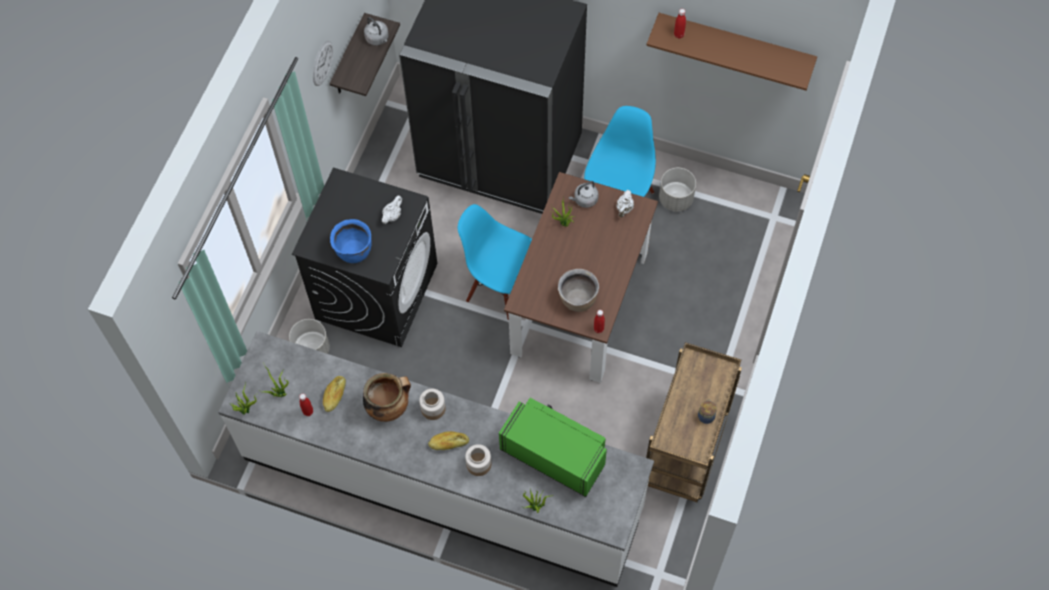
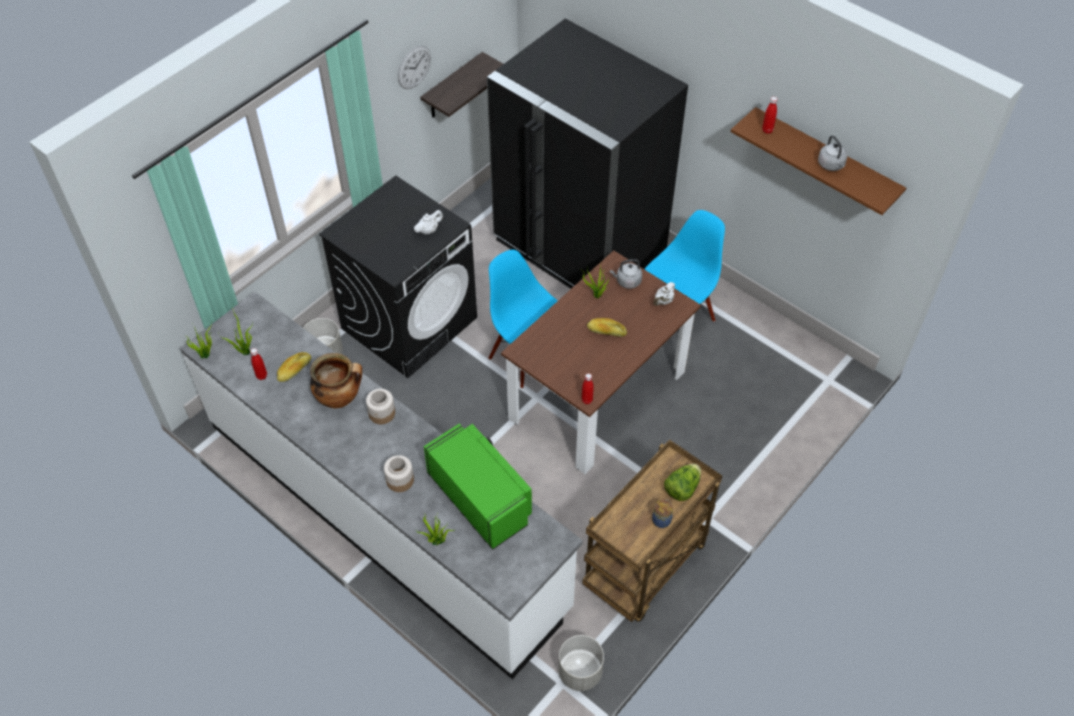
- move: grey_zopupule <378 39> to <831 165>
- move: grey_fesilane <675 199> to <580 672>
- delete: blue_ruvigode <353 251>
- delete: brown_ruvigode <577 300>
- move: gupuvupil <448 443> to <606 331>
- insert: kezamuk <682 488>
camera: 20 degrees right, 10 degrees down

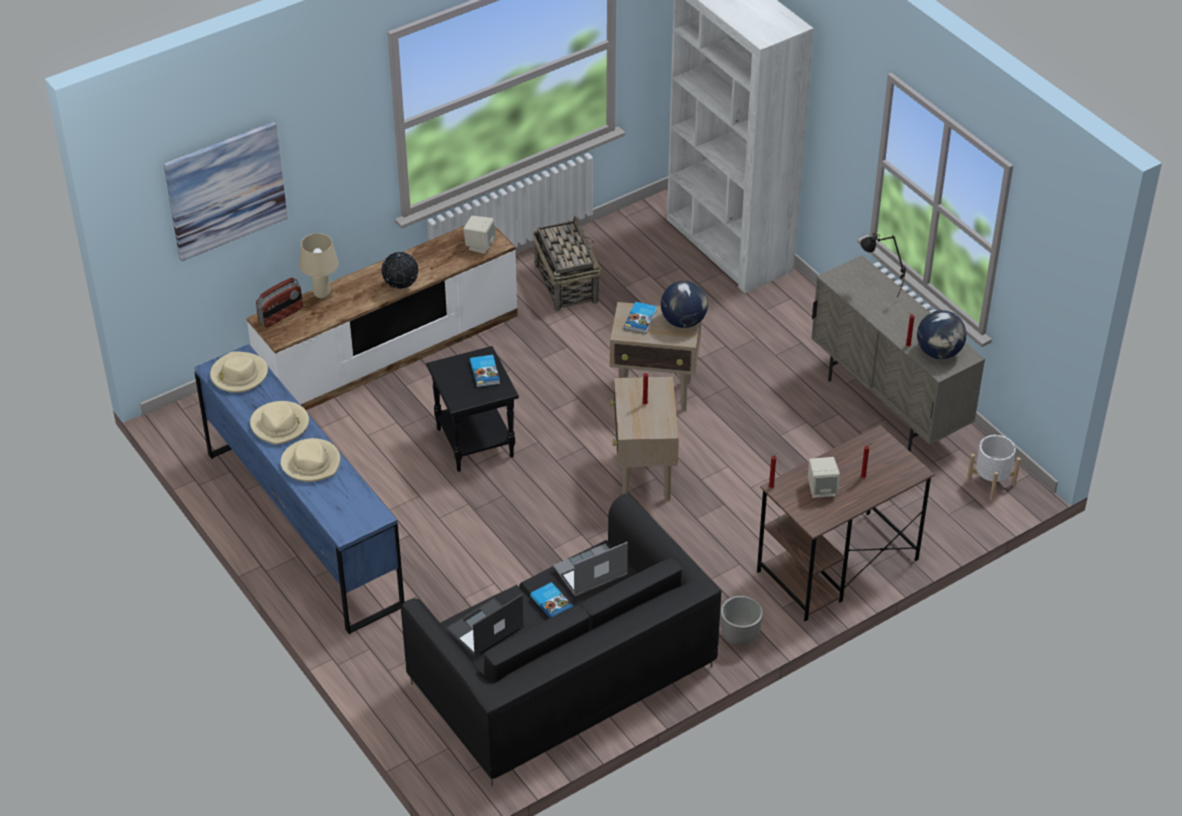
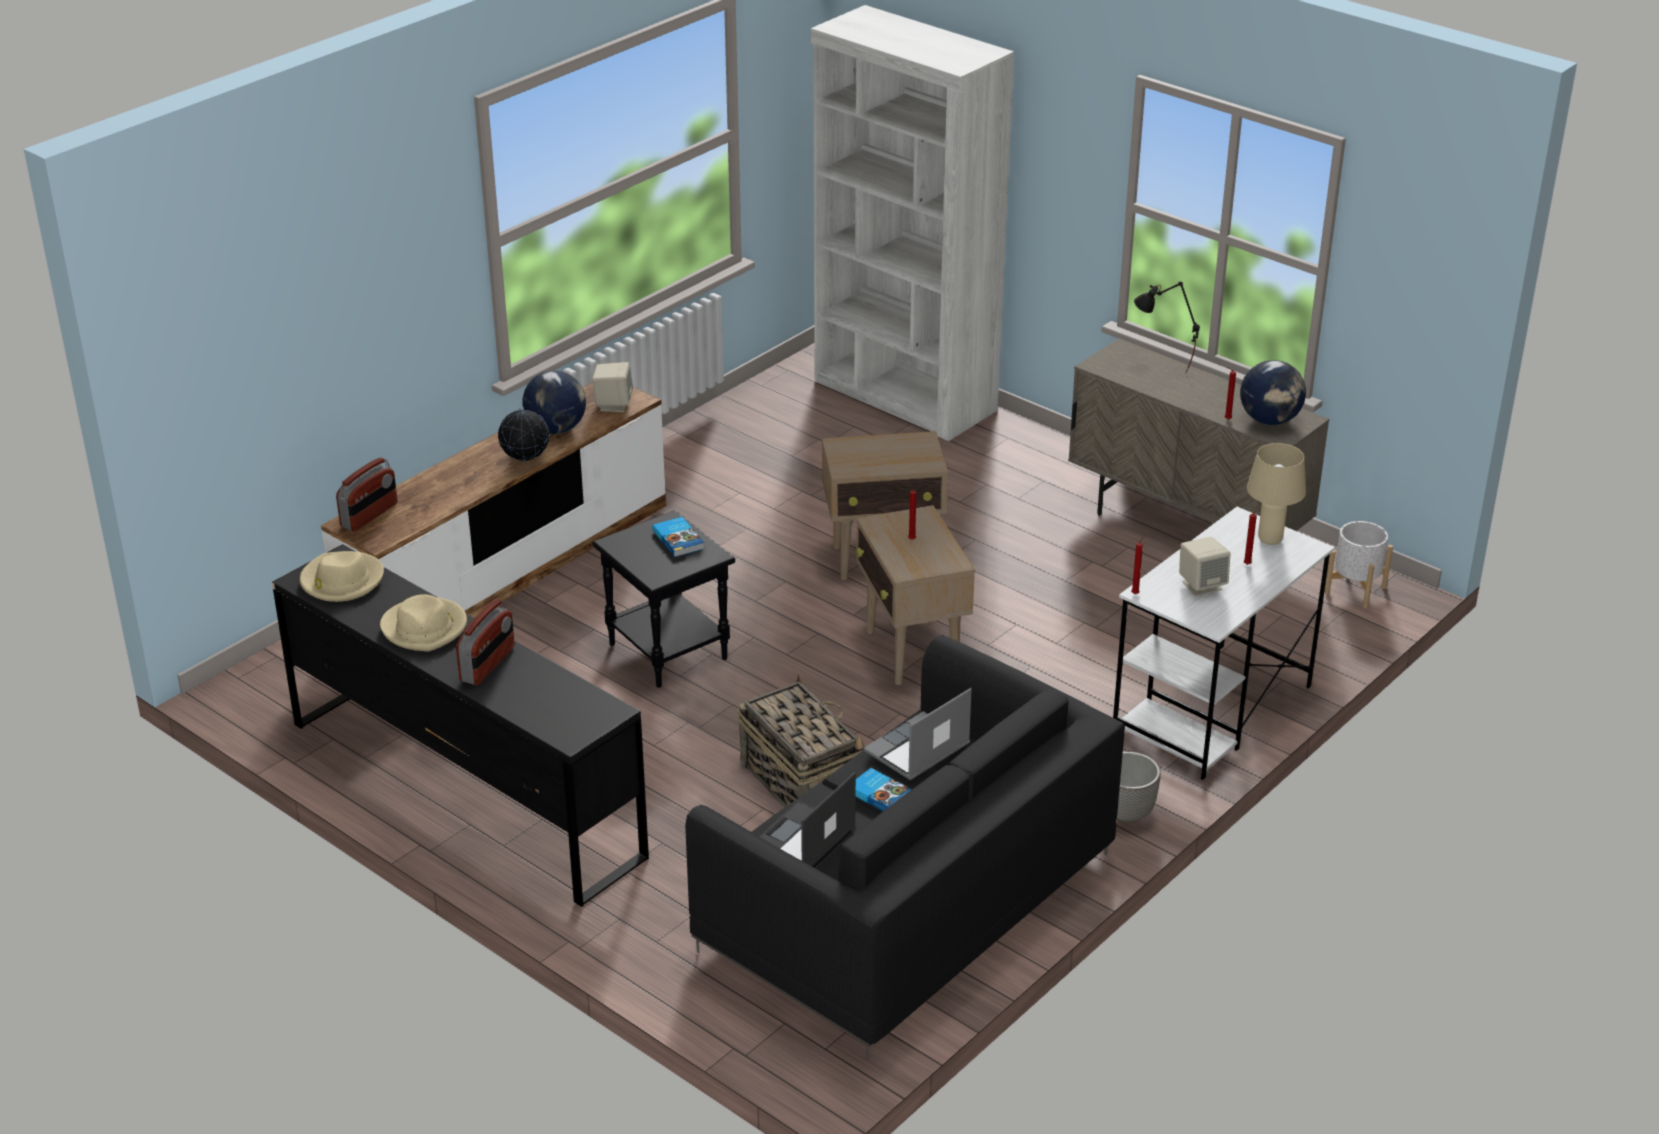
- delete: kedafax <226 190>
- move: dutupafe <566 283> to <800 784>
- move: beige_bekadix <322 294> to <1269 539>
- move: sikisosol <684 321> to <556 429>
- delete: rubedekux <641 319>
- recolor: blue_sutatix <303 528> to black_sutatix <466 788>
- recolor: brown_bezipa <836 566> to white_bezipa <1211 711>
- replace: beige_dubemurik <311 463> to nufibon <488 664>
camera: 15 degrees left, 10 degrees down

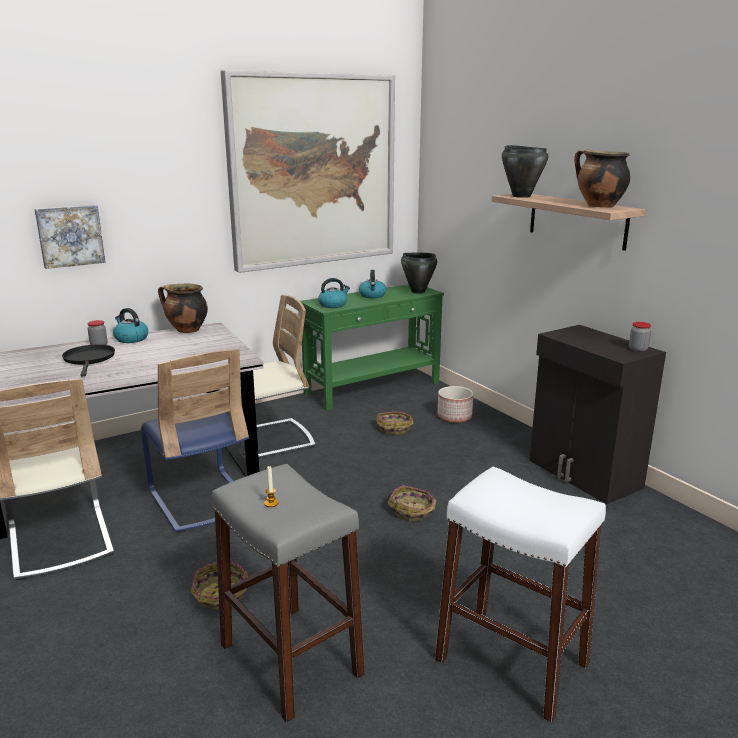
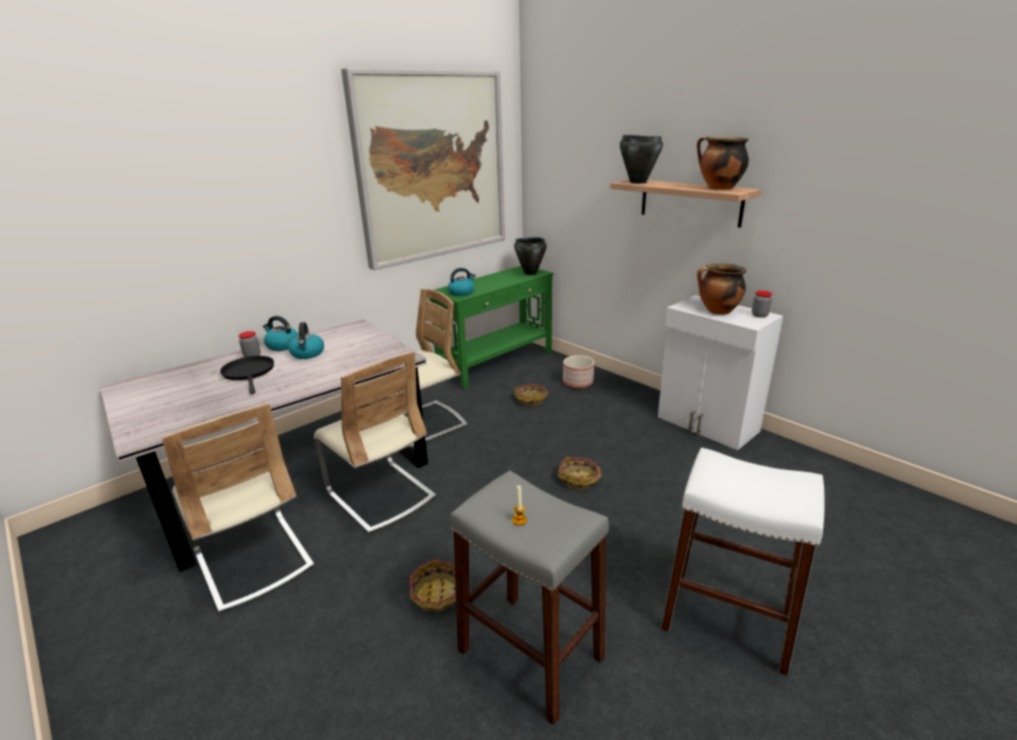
- delete: kedafax <70 236>
- move: zopupule <372 295> to <308 354>
- move: ruvigode <186 330> to <717 311>
- recolor: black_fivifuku <584 475> to white_fivifuku <707 425>
- recolor: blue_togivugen <200 500> to beige_togivugen <380 495>
camera: 10 degrees left, 5 degrees up

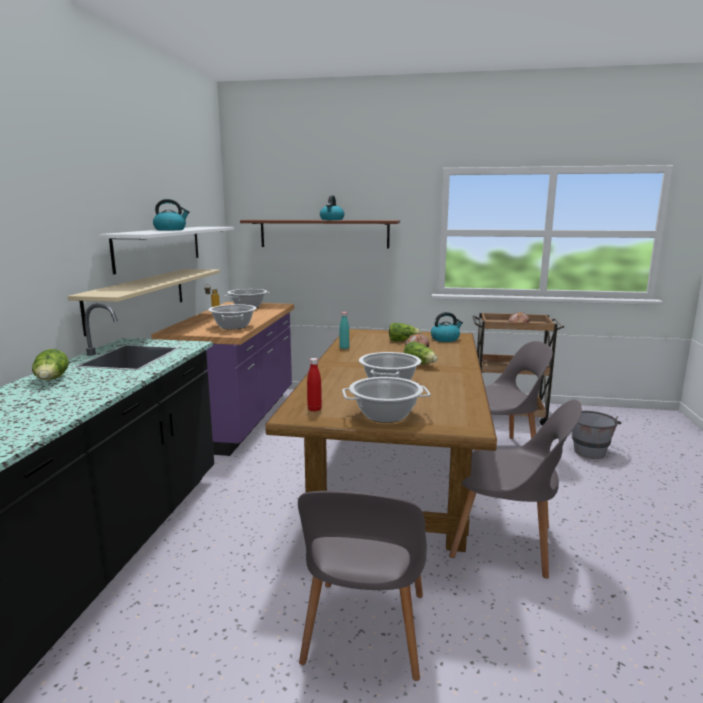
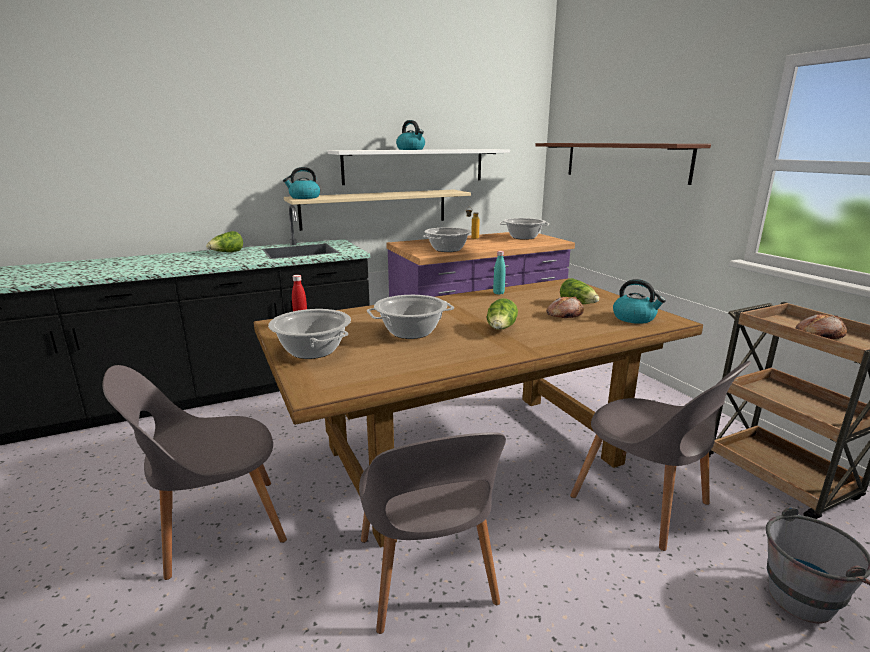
- move: zopupule <332 220> to <304 197>
camera: 55 degrees right, 5 degrees up

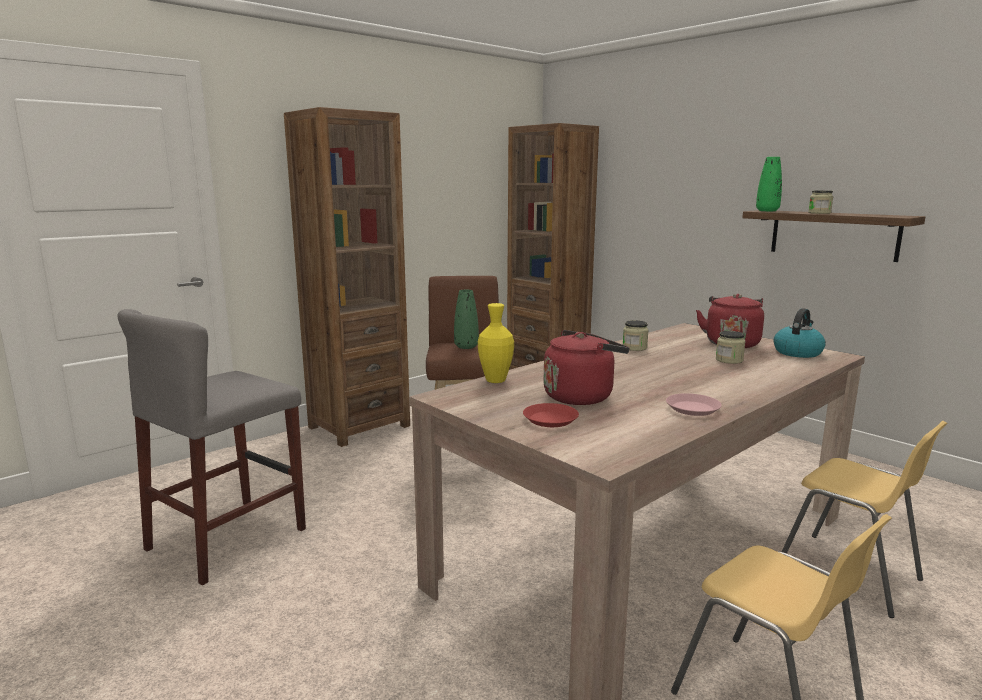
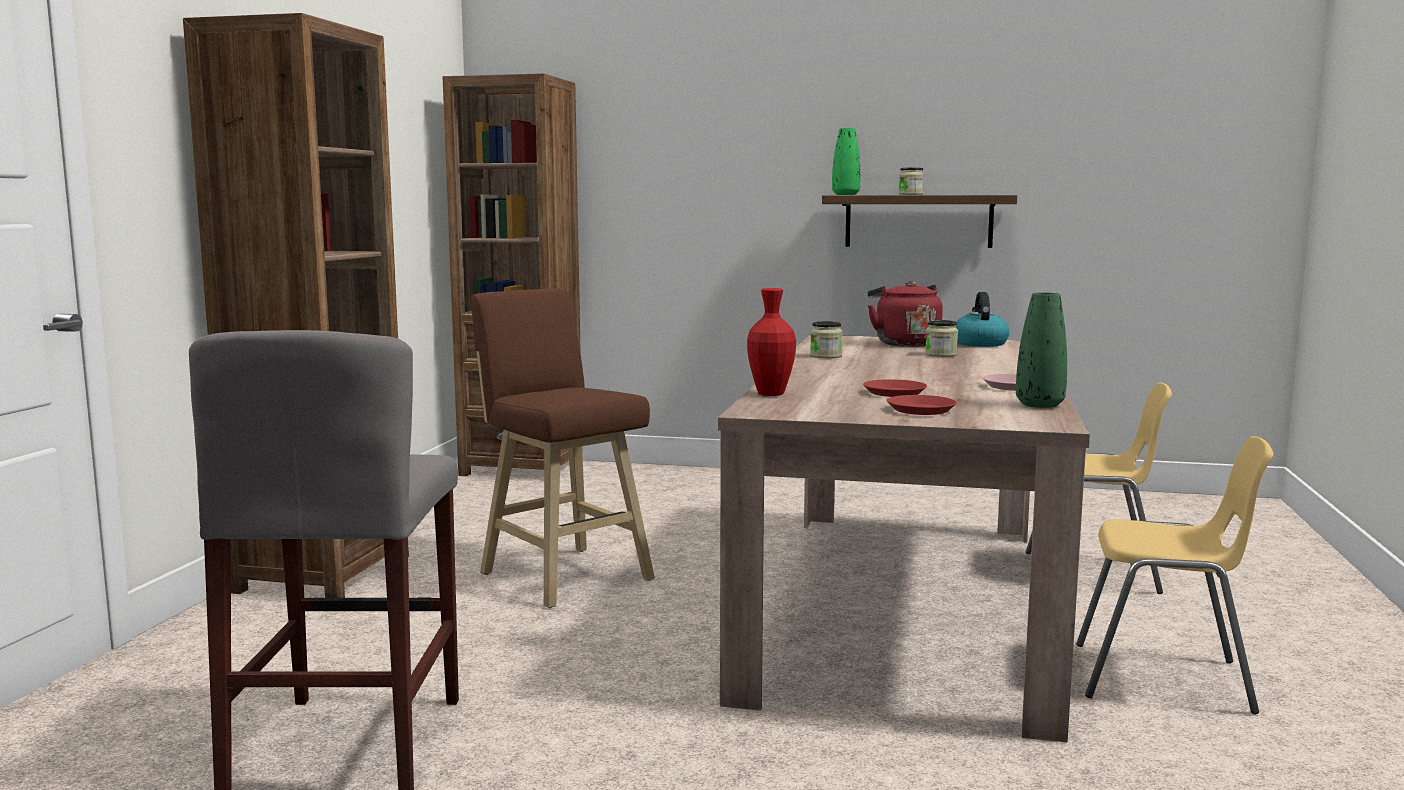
- move: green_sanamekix <466 347> to <1039 405>
- recolor: yellow_sanamekix <495 380> to red_sanamekix <770 394>
- replace: red_zopupule <581 396> to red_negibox <894 393>
camera: 35 degrees left, 5 degrees down

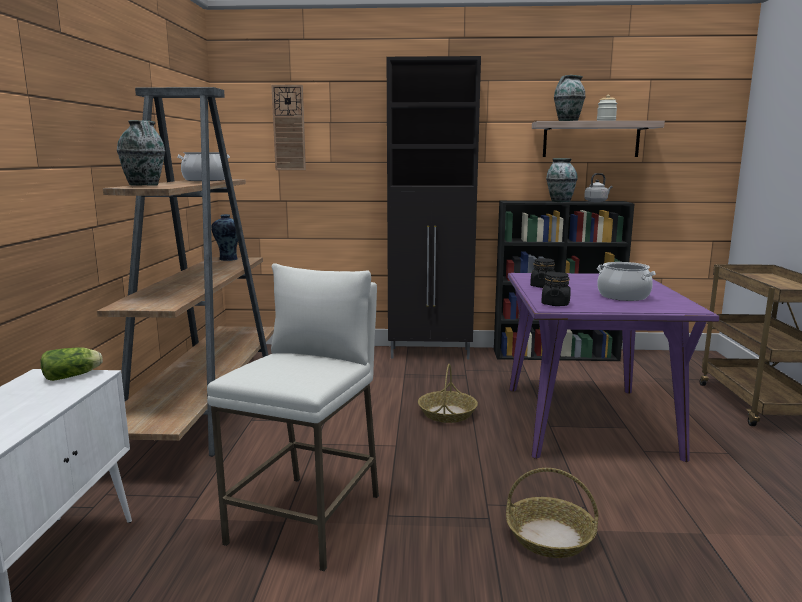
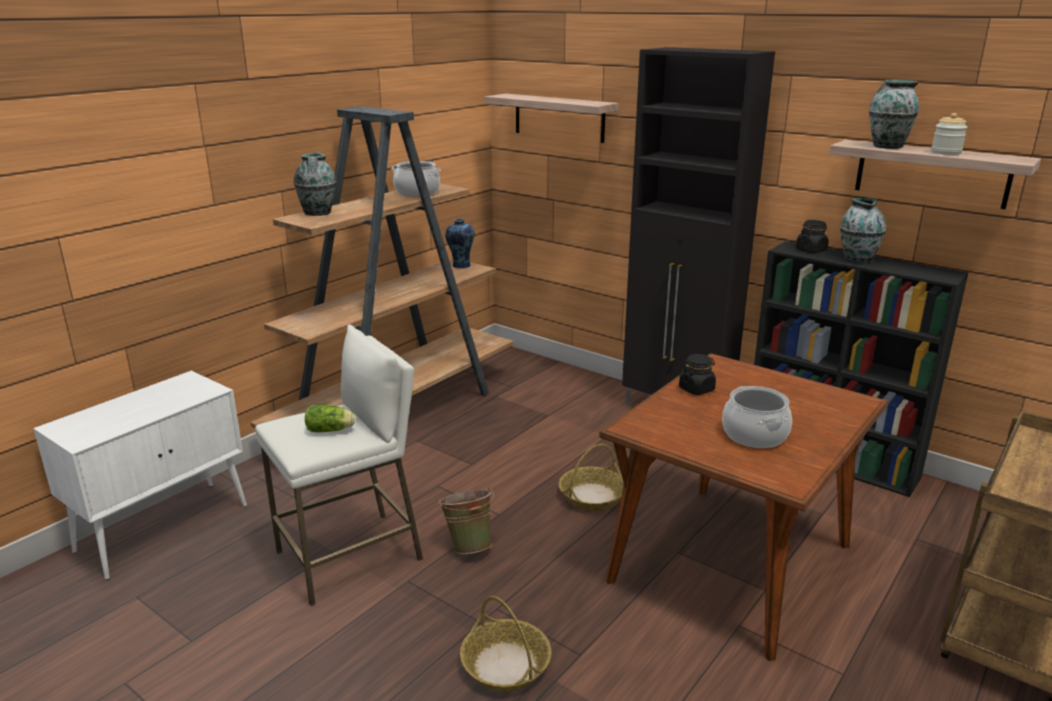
- replace: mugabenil <289 128> to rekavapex <559 117>
- delete: grey_zopupule <597 201>
- move: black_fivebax <555 304> to <811 250>
- recolor: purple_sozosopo <587 420> to brown_sozosopo <731 562>
- move: kezamuk <74 376> to <331 430>
- insert: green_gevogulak <469 545>
camera: 35 degrees right, 10 degrees up

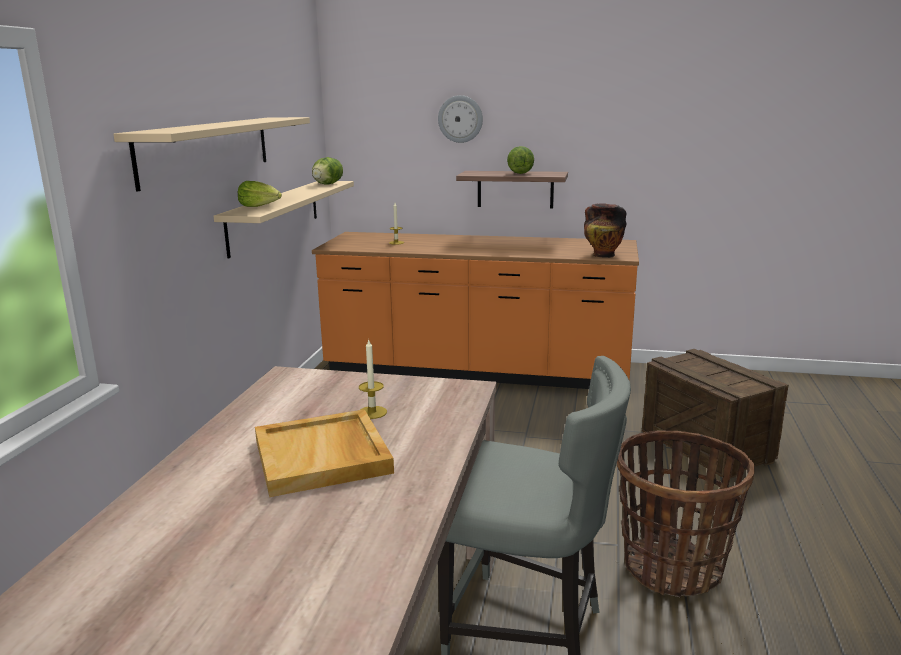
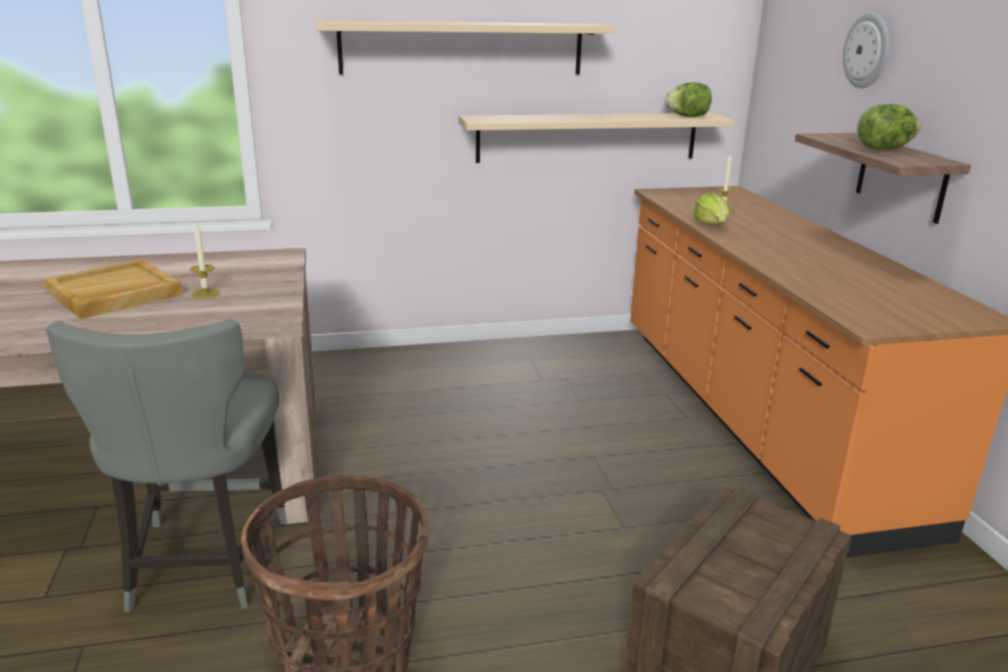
- move: kezamuk <260 206> to <712 225>
- delete: sanamekix <602 255>
camera: 65 degrees right, 5 degrees up

